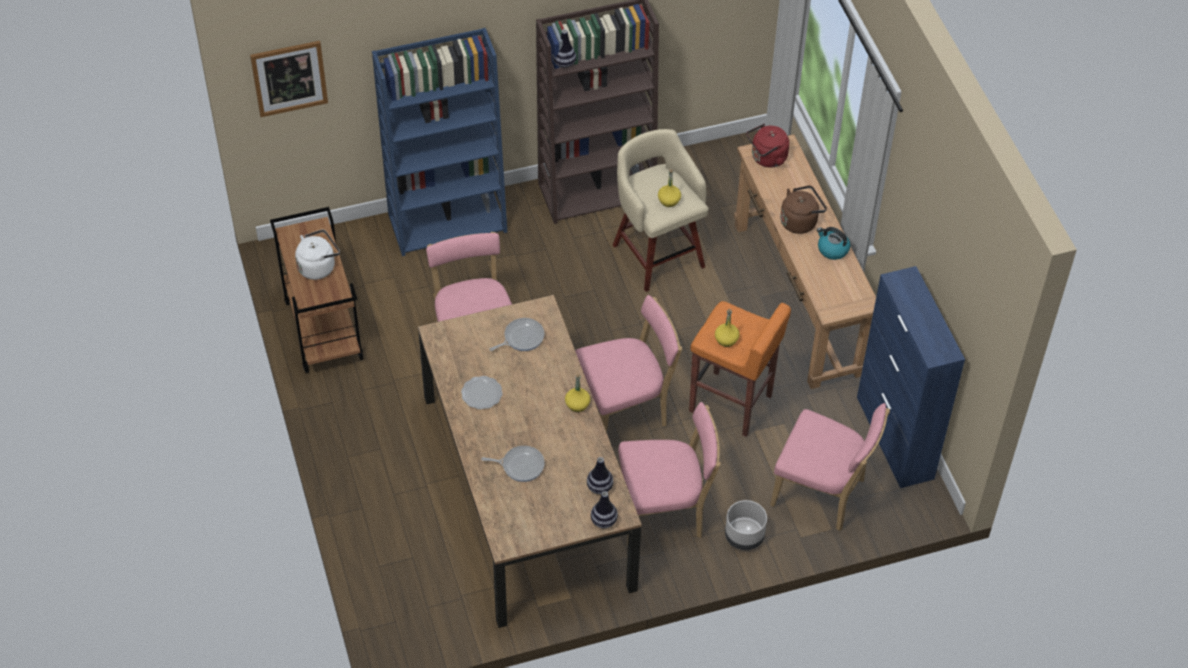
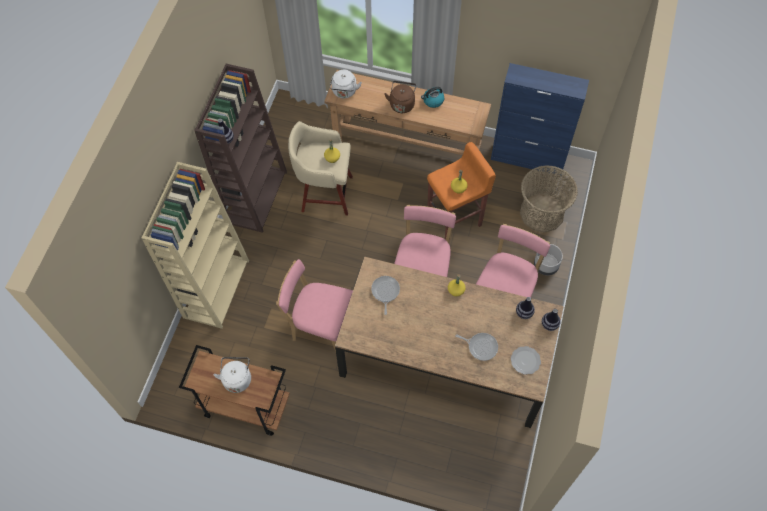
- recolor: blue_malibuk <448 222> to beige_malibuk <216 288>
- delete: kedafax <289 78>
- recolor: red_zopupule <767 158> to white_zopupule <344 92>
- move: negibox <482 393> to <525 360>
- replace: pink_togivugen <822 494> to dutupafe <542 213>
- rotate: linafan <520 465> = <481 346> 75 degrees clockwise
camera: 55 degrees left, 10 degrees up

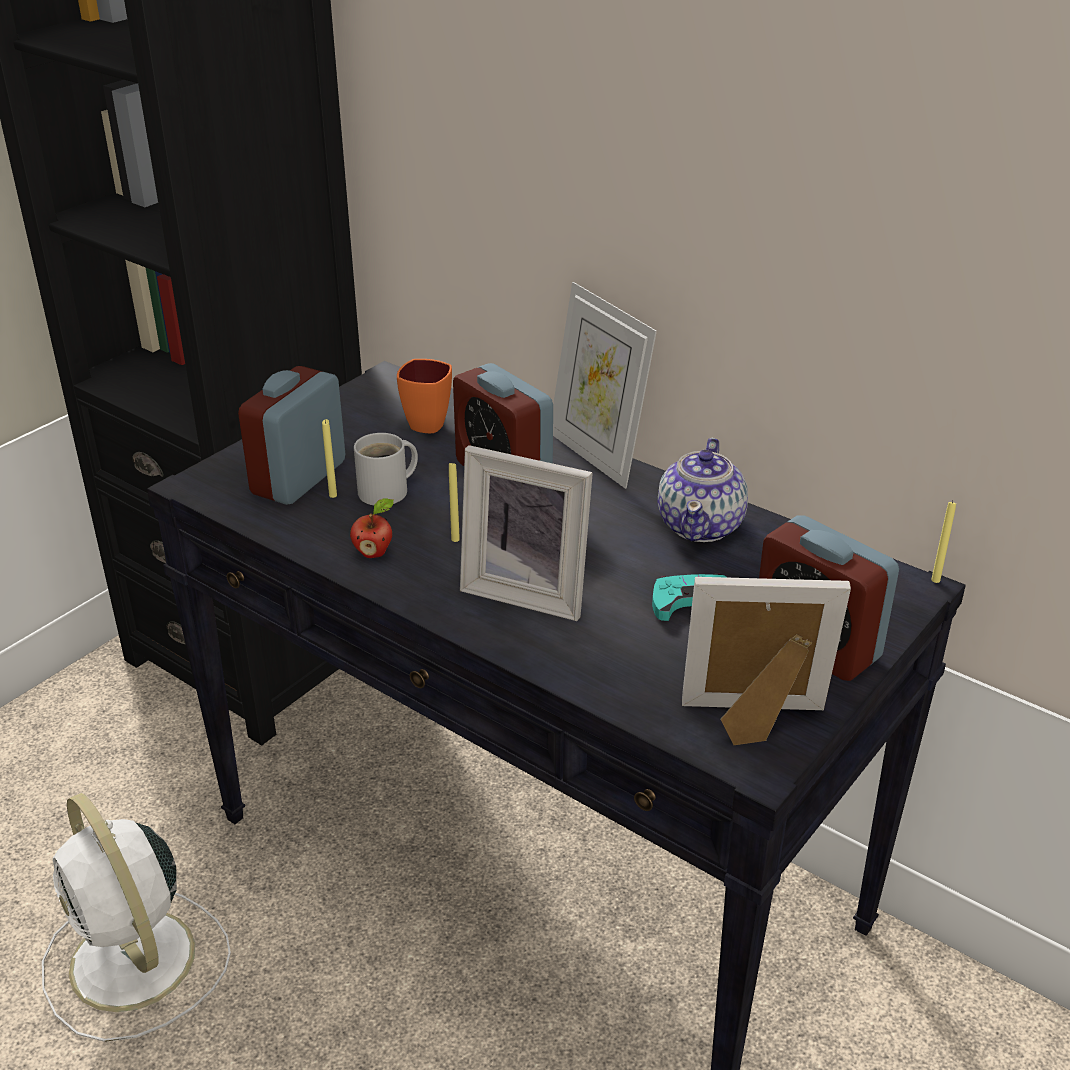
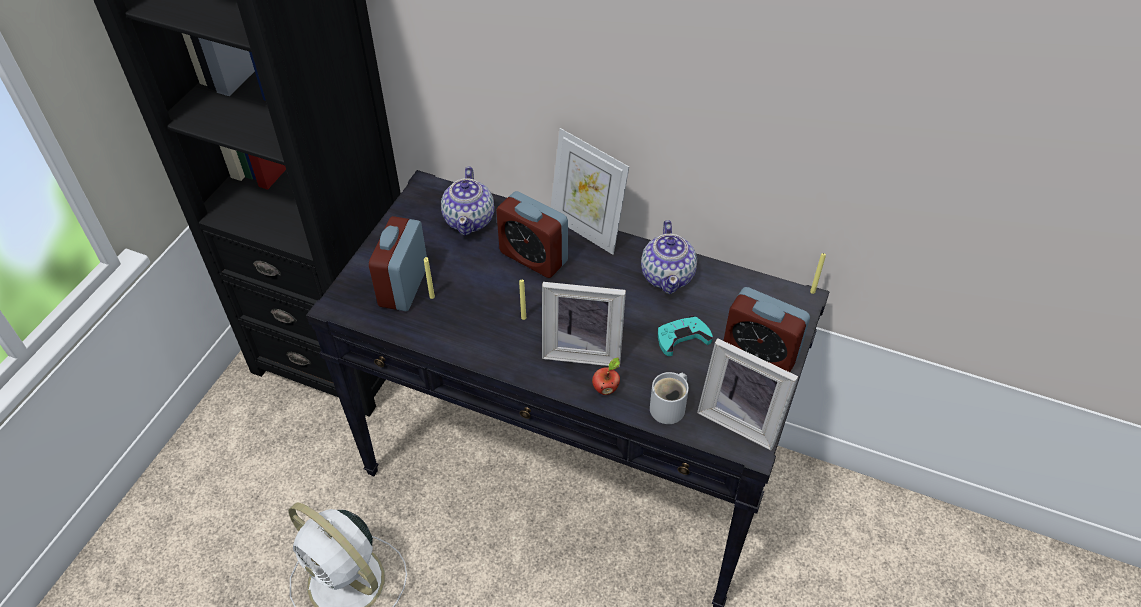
- replace: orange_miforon <431 421> to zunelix <470 219>
- move: white_miforon <388 491> to <670 407>
- move: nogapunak <374 553> to <606 388>
- rotate: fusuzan <754 723> = <741 418> 135 degrees counterclockwise
camera: 15 degrees left, 15 degrees up

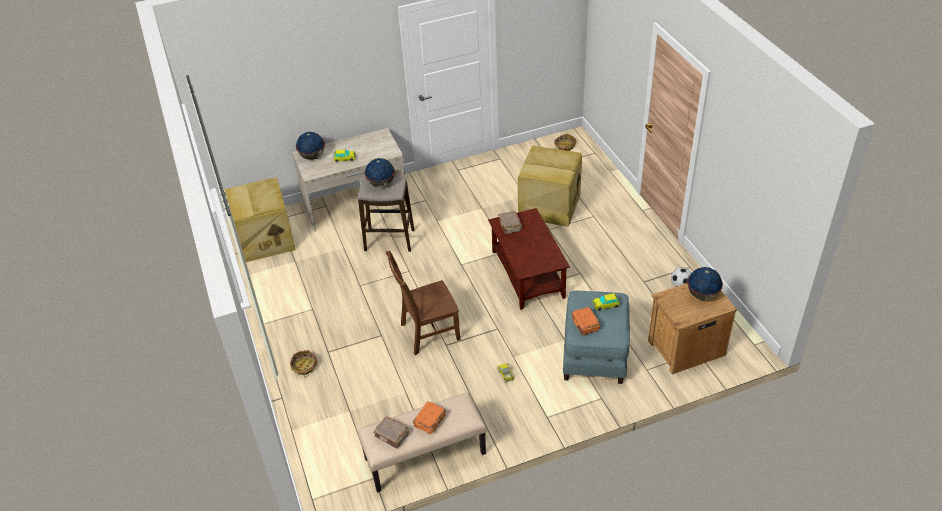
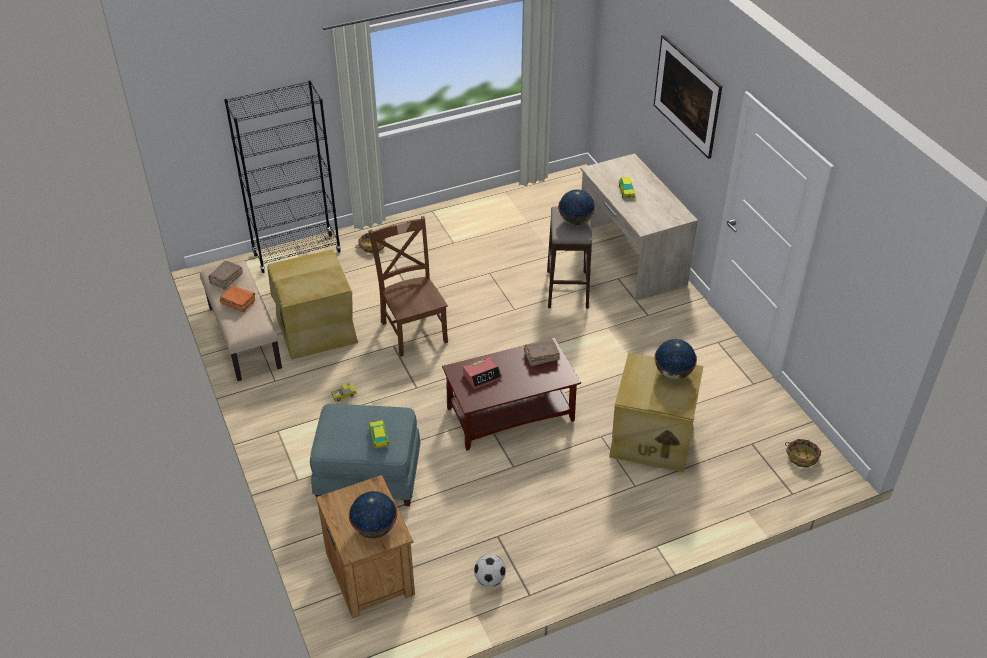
- move: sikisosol <312 157> to <672 373>
- move: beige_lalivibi <264 240> to <315 328>
- delete: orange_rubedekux <585 325>
- insert: kedafax <685 113>
- insert: black_malibuk <297 253>
- insert: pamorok <482 376>
camera: 85 degrees right, 0 degrees up

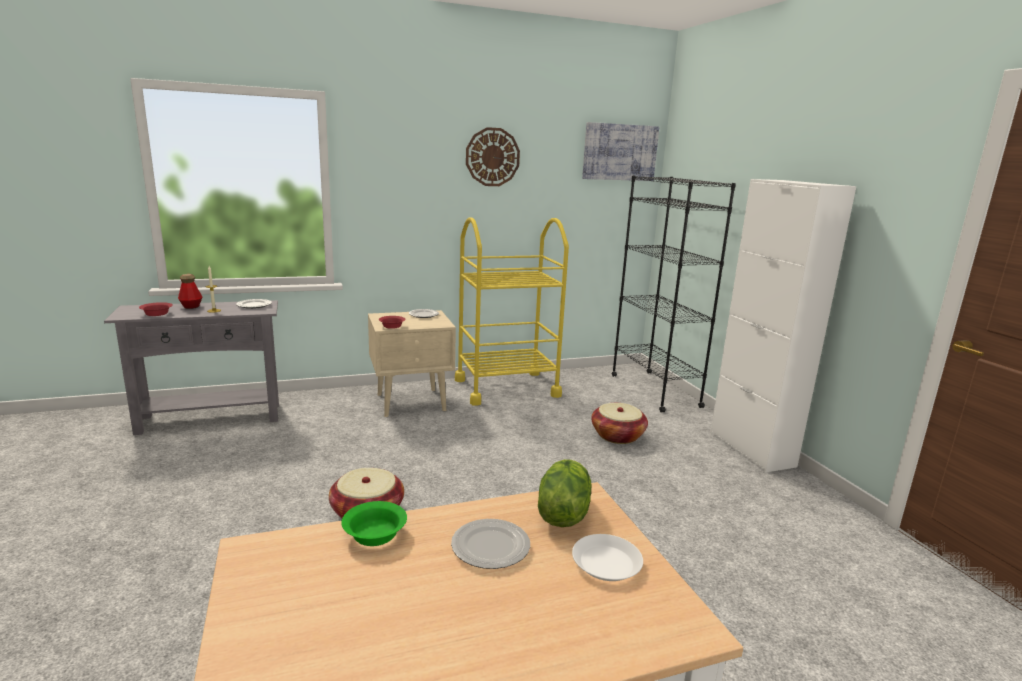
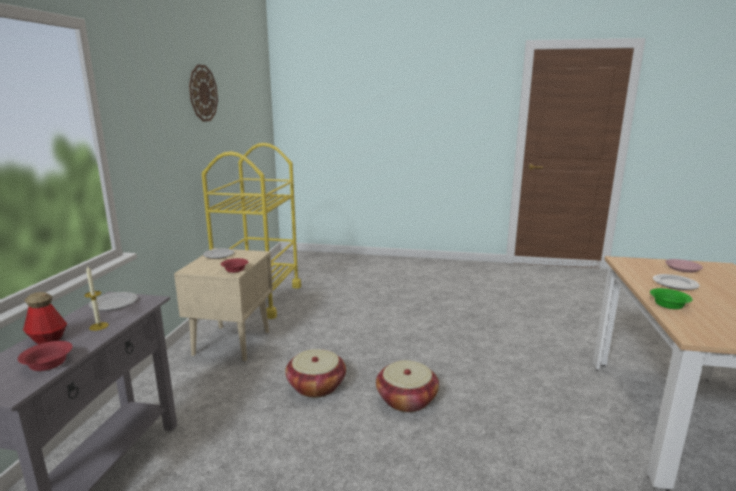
- delete: kedafax <620 152>
- delete: black_malibuk <654 390>
- delete: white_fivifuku <751 449>
- move: dutupafe <617 436> to <316 386>
- delete: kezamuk <562 513>
- recolor: white_negibox <606 563> to pink_negibox <683 268>
camera: 60 degrees left, 0 degrees up

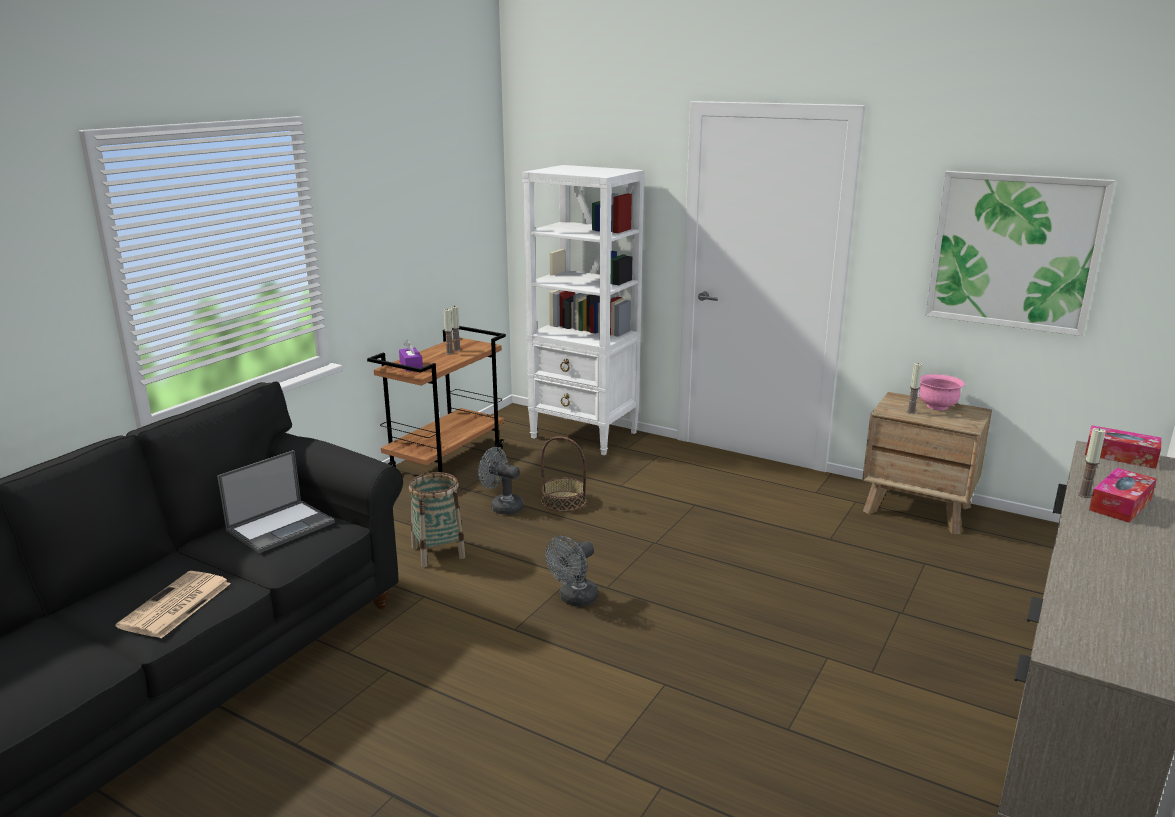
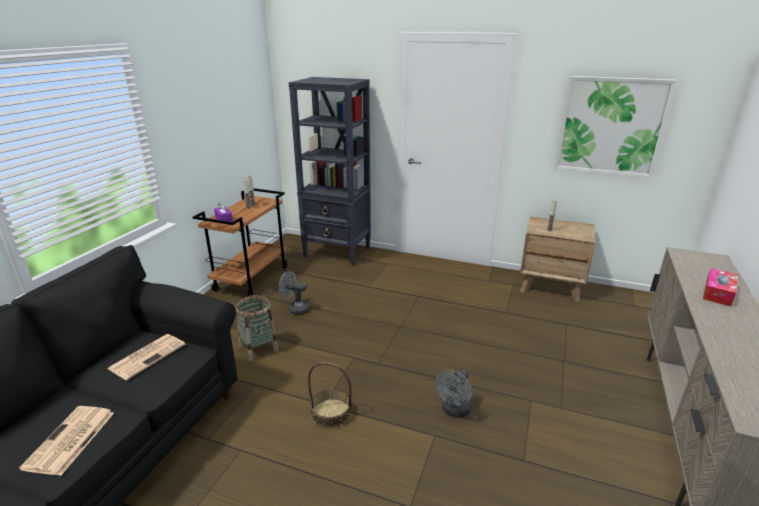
- recolor: white_malibuk <585 435> to black_malibuk <337 252>
- delete: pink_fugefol <937 406>
- delete: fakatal <1120 456>
- delete: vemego <1084 495>
- move: dutupafe <563 501> to <331 413>
- replace: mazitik <281 526> to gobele <148 356>
- move: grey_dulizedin <574 599> to <454 411>
camera: 10 degrees left, 5 degrees up

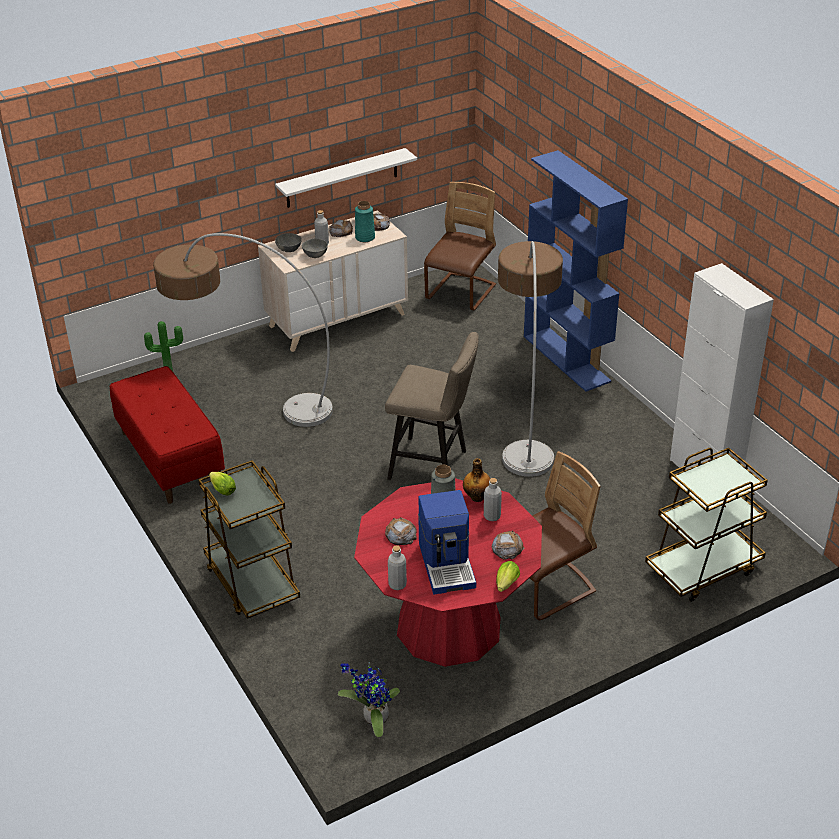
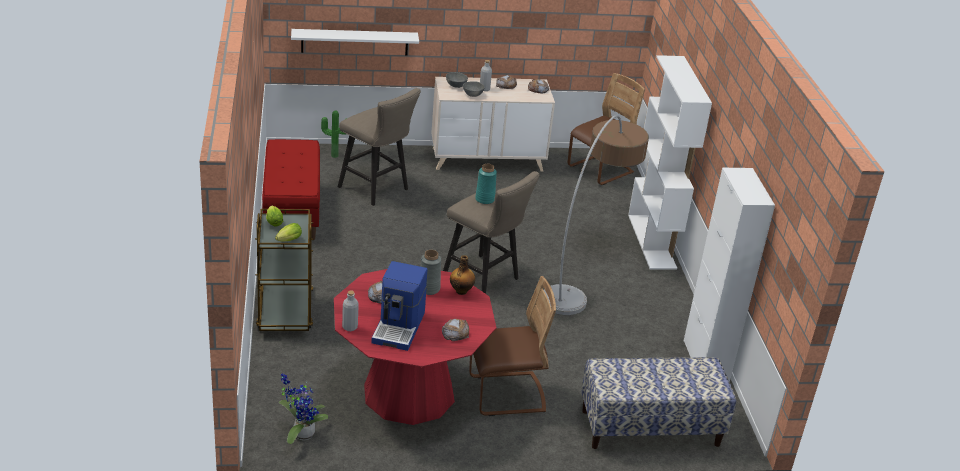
- move: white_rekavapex <342 178> to <354 42>
- recolor: blue_malibuk <567 359> to white_malibuk <652 241>
- move: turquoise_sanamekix <365 237> to <484 199>
- replace: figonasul <245 399> to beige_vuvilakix <377 190>
- replace: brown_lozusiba <703 569> to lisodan <650 428>
- delete: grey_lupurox <492 516>
- move: kezamuk <506 585> to <288 241>
camera: 20 degrees right, 5 degrees down

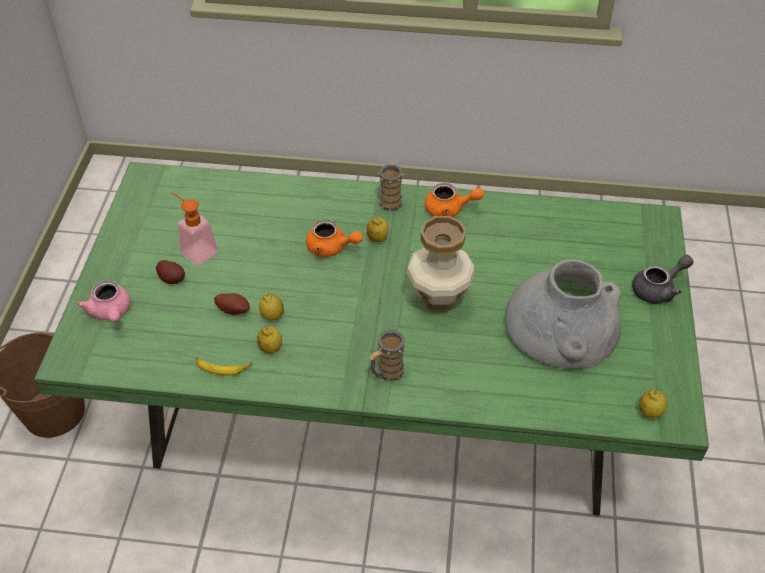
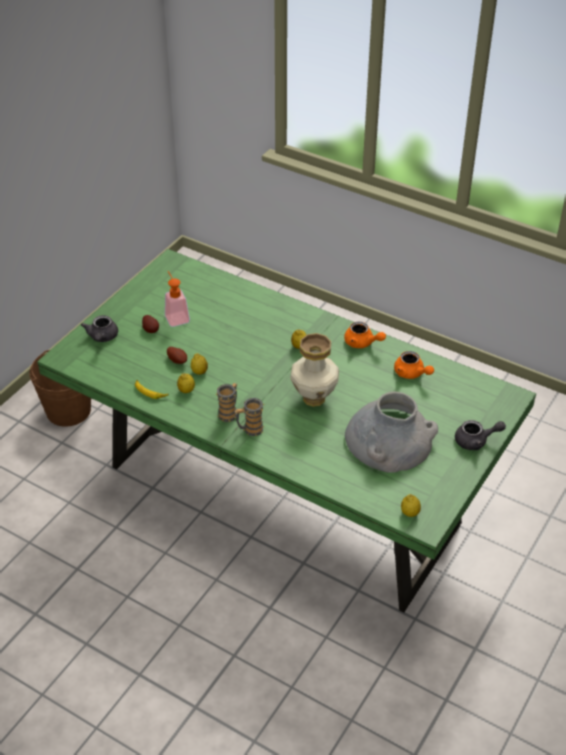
- move: miforon <391 200> to <229 413>
- move: orange_zunelix <331 248> to <411 374>
- recolor: pink_zunelix <111 312> to grey_zunelix <102 338>
camera: 25 degrees right, 5 degrees down

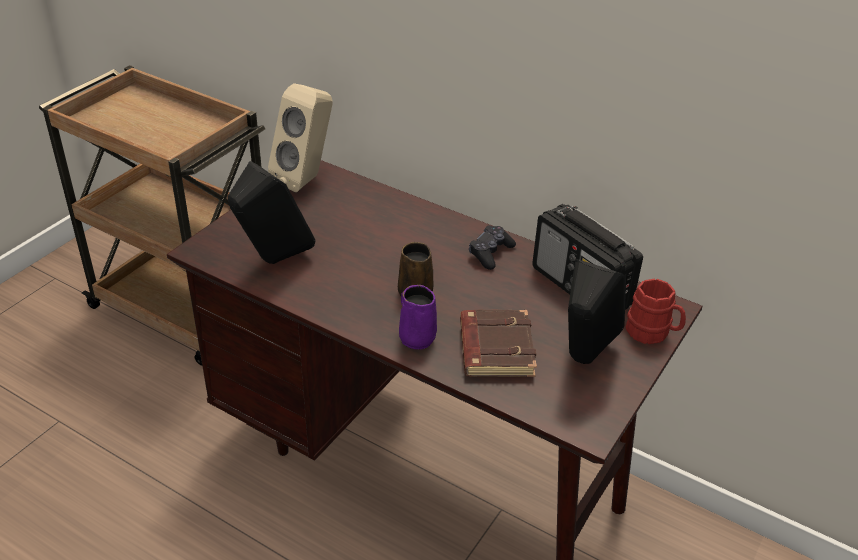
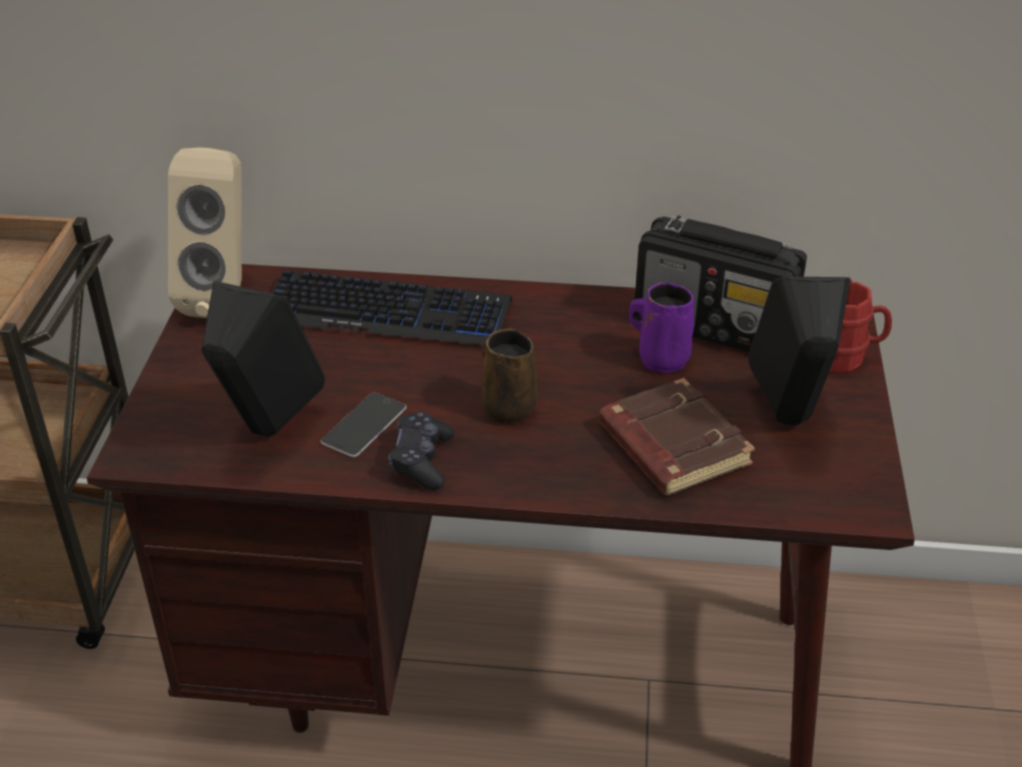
- move: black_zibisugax <490 253> to <422 460>
- move: purple_miforon <416 337> to <660 358>
- insert: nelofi <387 312>
- insert: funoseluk <364 425>
camera: 25 degrees left, 0 degrees up

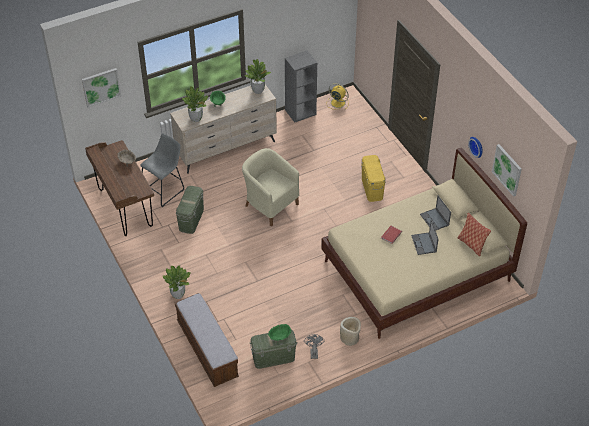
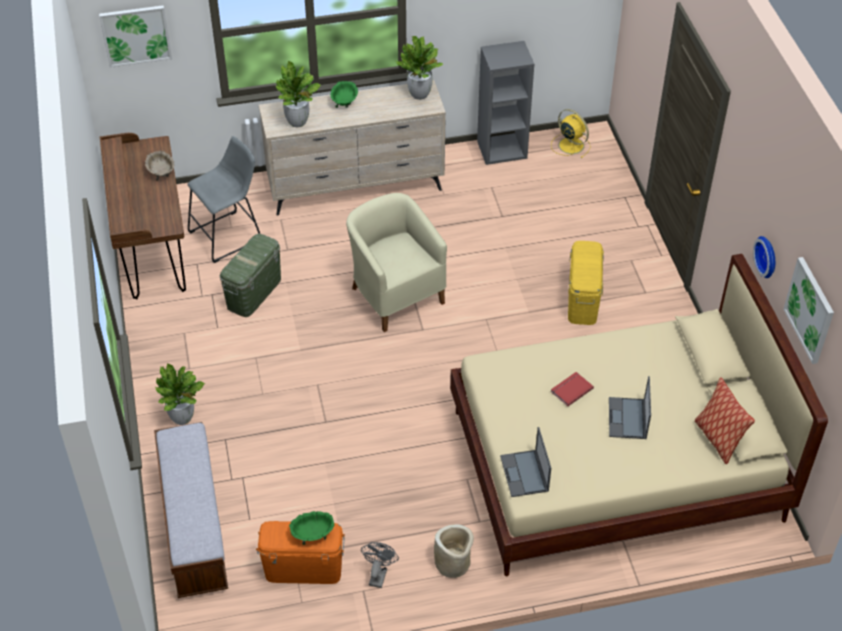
- move: mazitik <434 220> to <524 474>
- recolor: green_lalivibi <273 358> to orange_lalivibi <303 569>
camera: 15 degrees right, 0 degrees up

